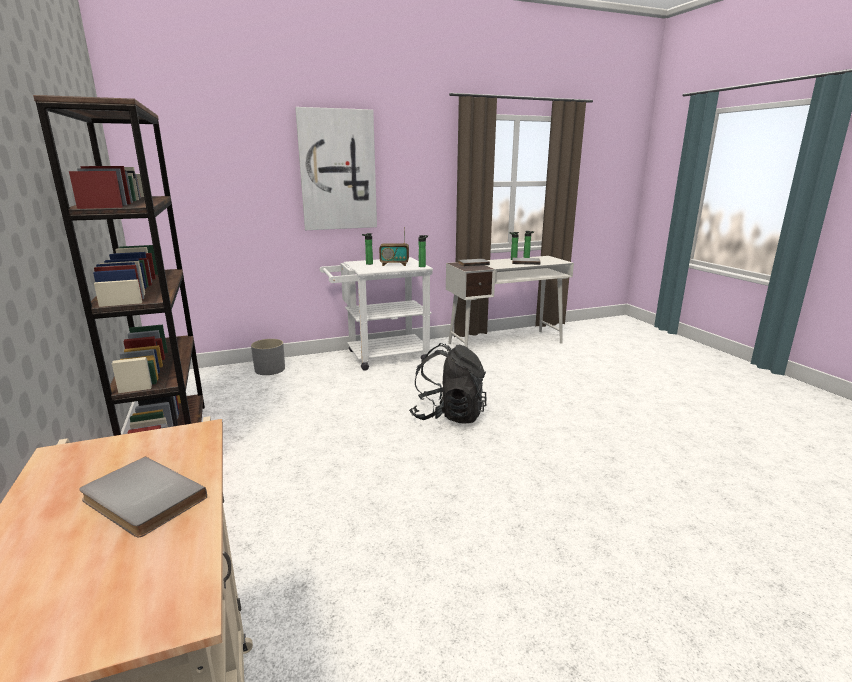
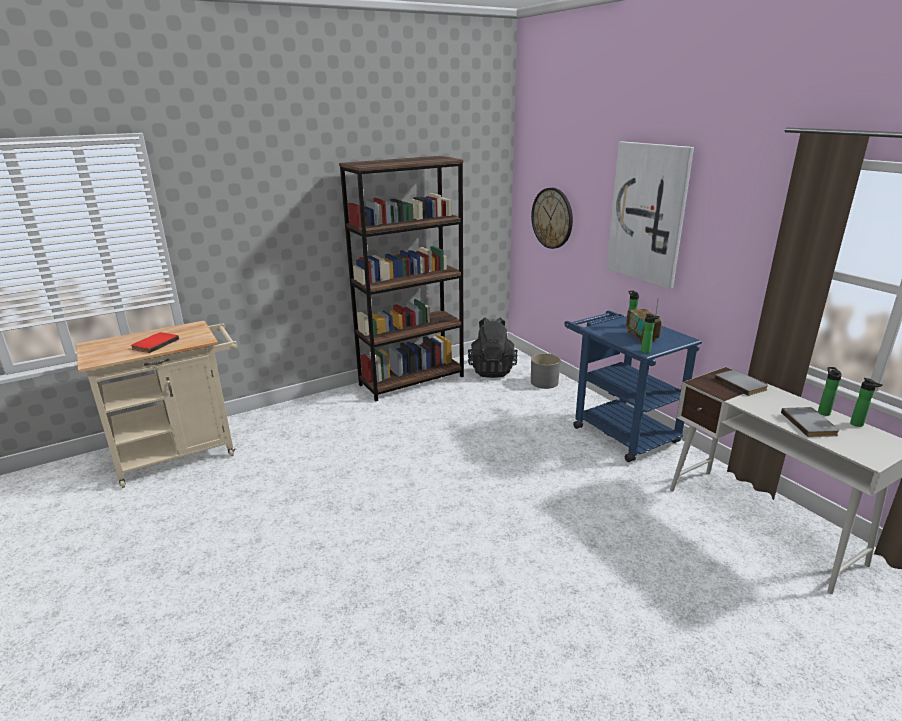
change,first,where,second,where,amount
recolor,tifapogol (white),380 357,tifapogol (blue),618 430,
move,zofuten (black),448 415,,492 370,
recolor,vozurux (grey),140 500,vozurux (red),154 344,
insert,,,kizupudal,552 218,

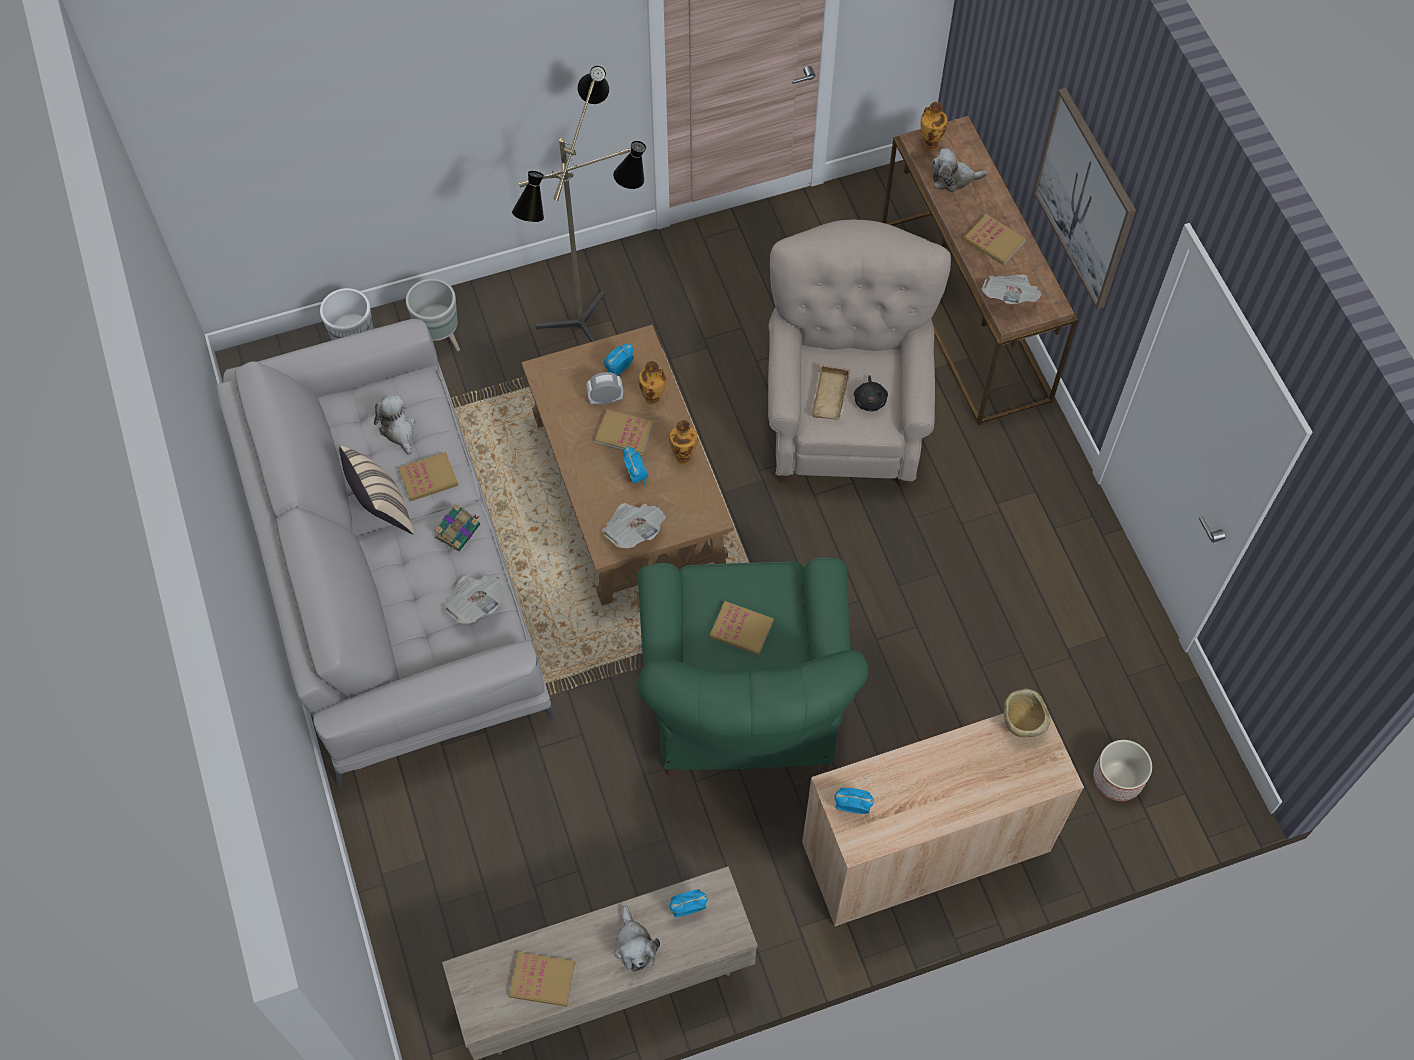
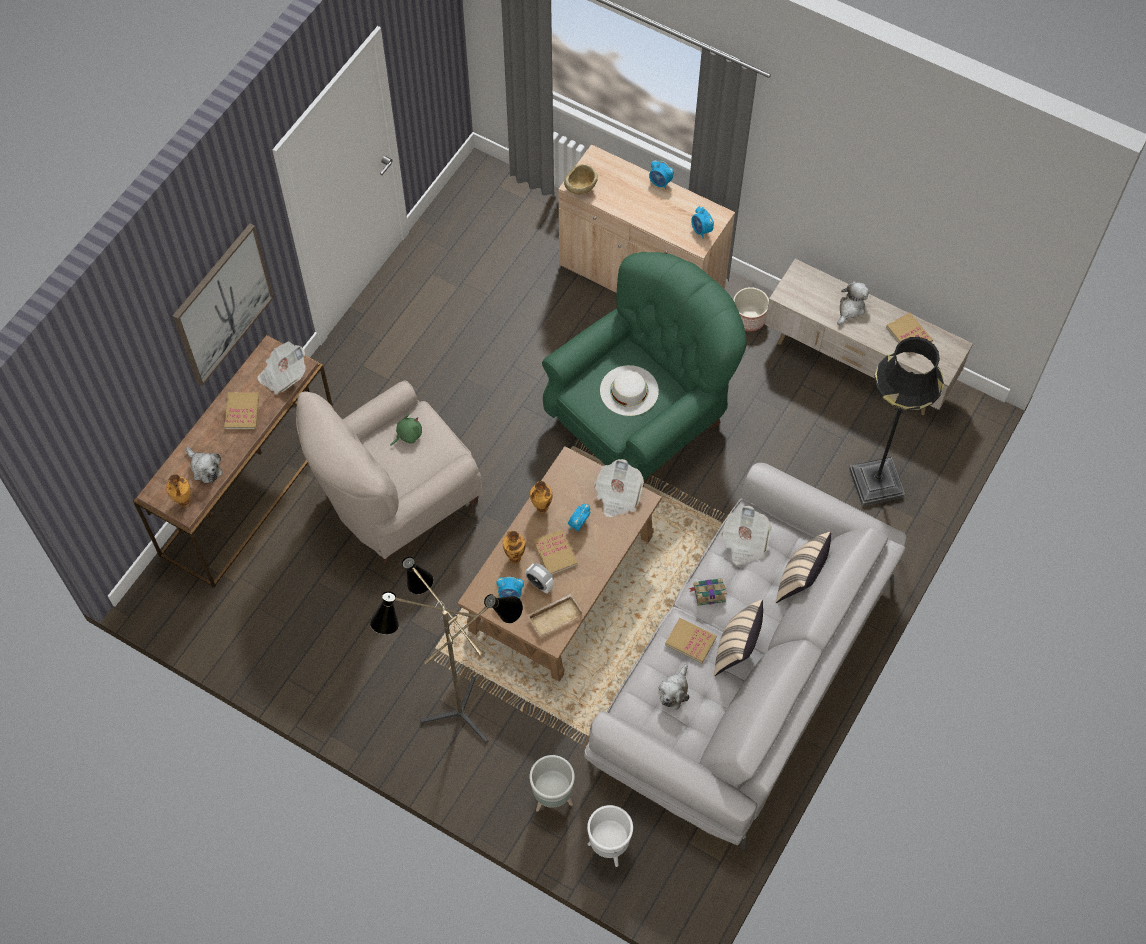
change,first,where,second,where,amount
move,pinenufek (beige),832 397,,555 616,
recolor,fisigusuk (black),870 400,fisigusuk (green),407 435,
replace,vozurux,741 629,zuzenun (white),629 390,
move,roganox,1118 777,,748 317,
move,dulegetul,687 908,,660 183,
insert,,,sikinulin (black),876 483,
insert,,,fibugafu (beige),800 581,

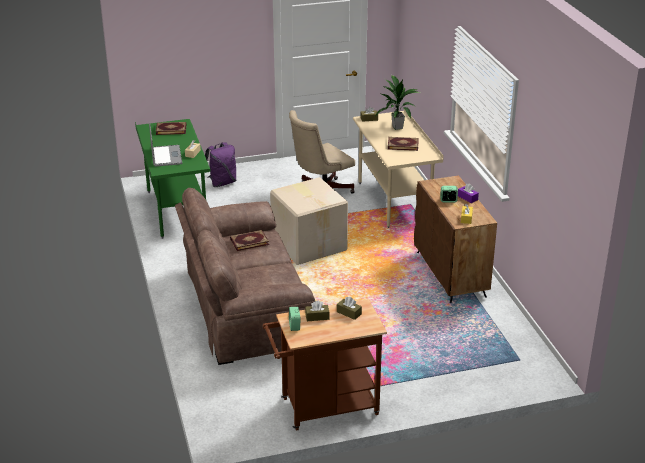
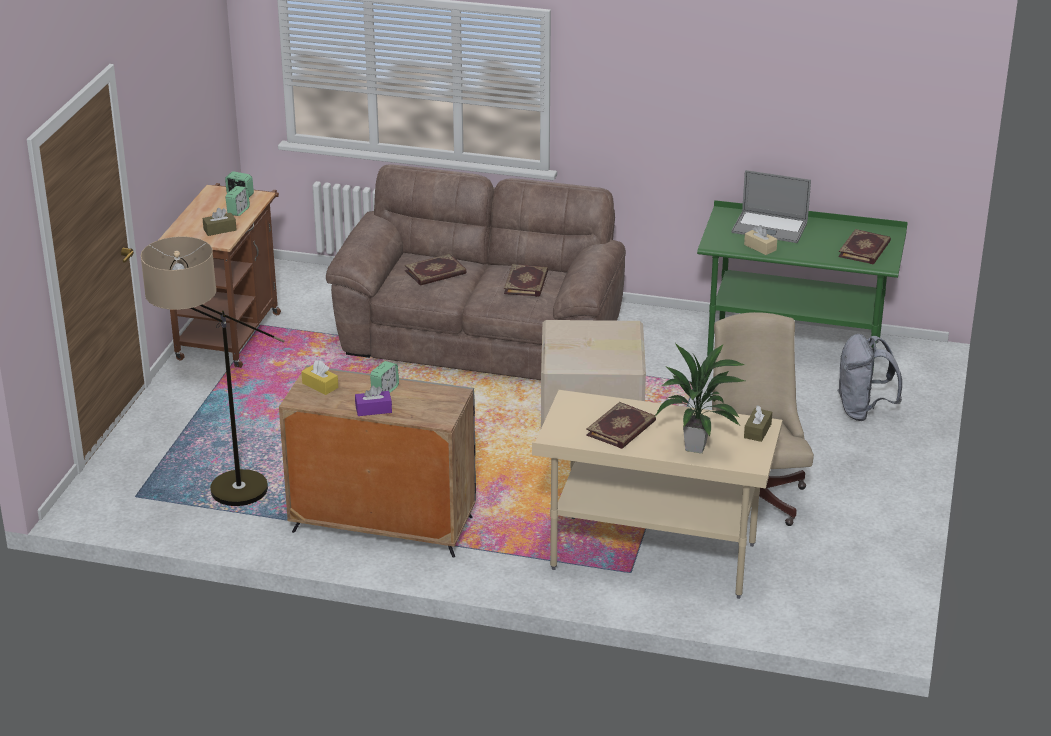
change,first,where,second,where,amount
recolor,zofuten (purple),222 183,zofuten (grey),863 411,
recolor,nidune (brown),451 274,nidune (grey),381 525,
replace,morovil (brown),317 317,dulegetul,238 211,
insert,,,sikinulin,219 499,
insert,,,vozurux,436 273,

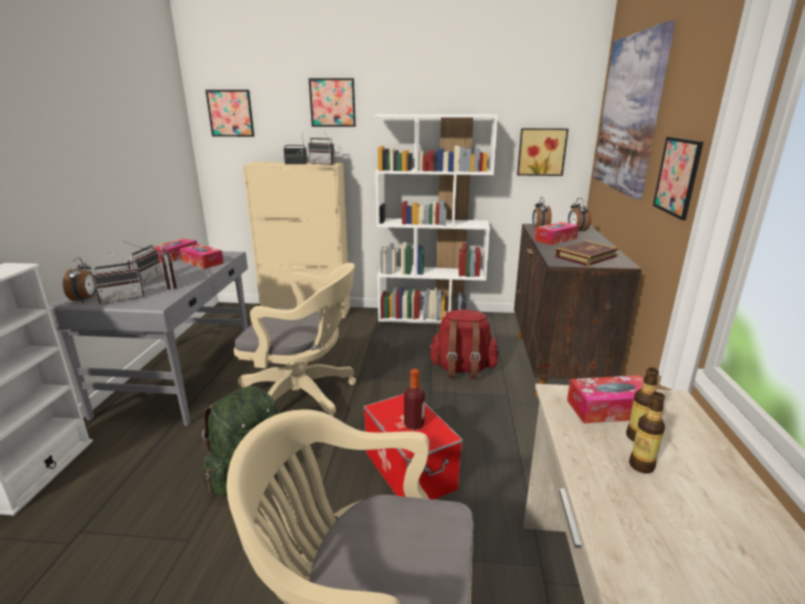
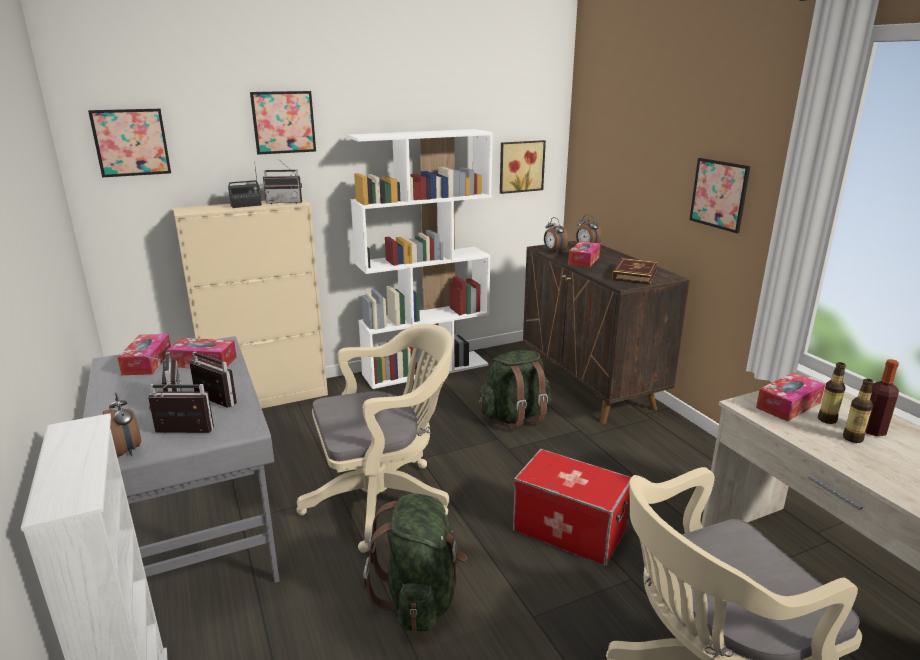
change,first,where,second,where,amount
delete,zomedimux,629 114,,,
rotate,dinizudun,122 298,,181 434,120 degrees counterclockwise
recolor,zofuten (red),462 369,zofuten (green),515 417,
move,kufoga,414 425,,873 431,

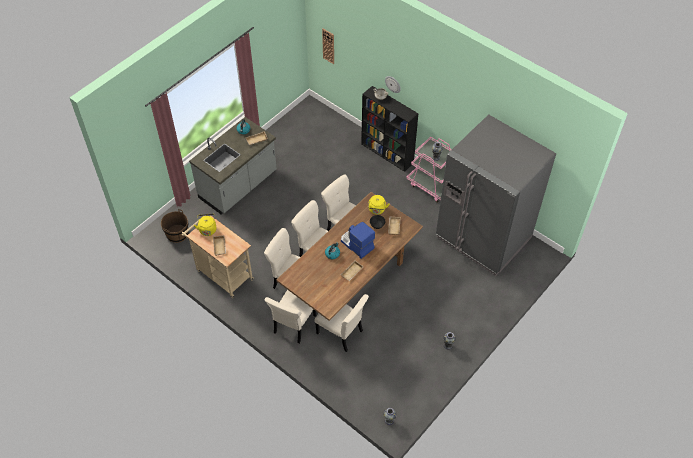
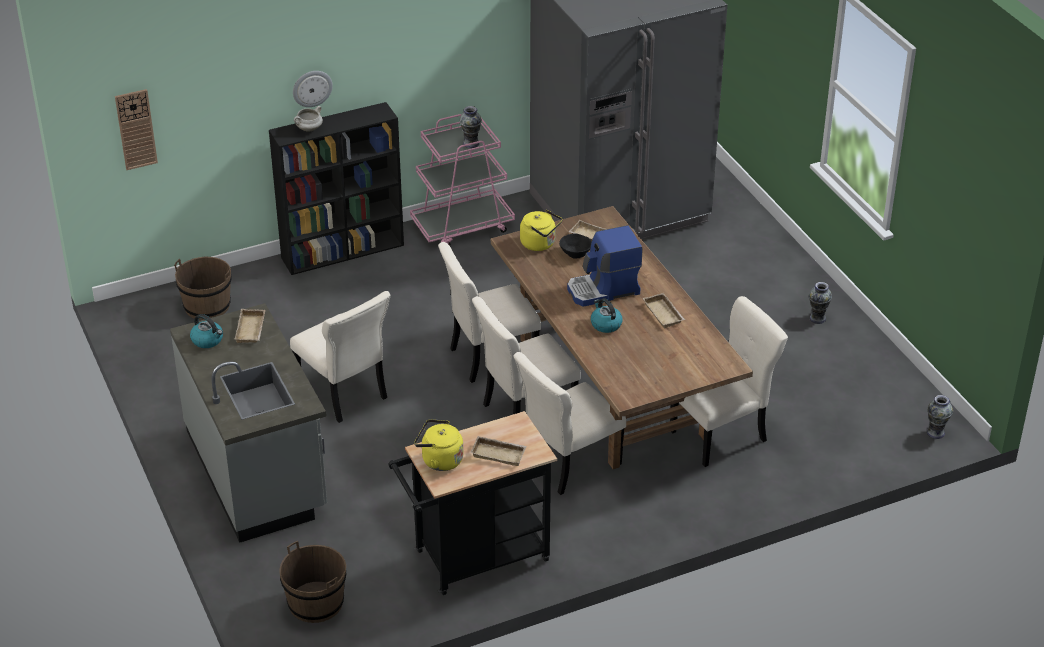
change,first,where,second,where,amount
recolor,tifapogol (beige),222 273,tifapogol (black),474 559,
move,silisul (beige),293 325,,344 394,
insert,,,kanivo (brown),207 306,

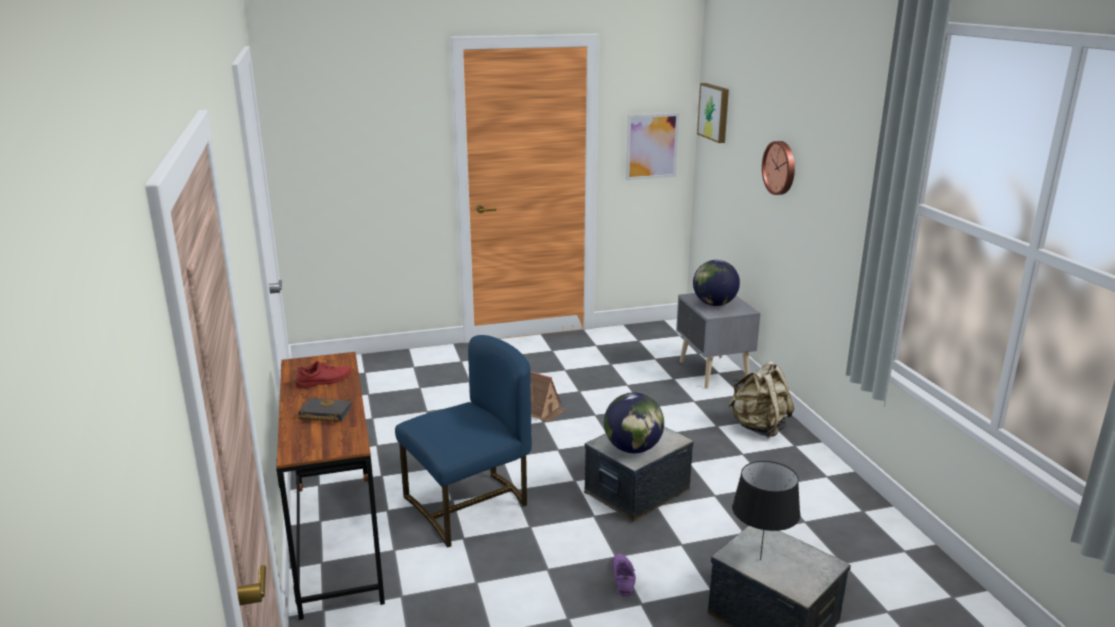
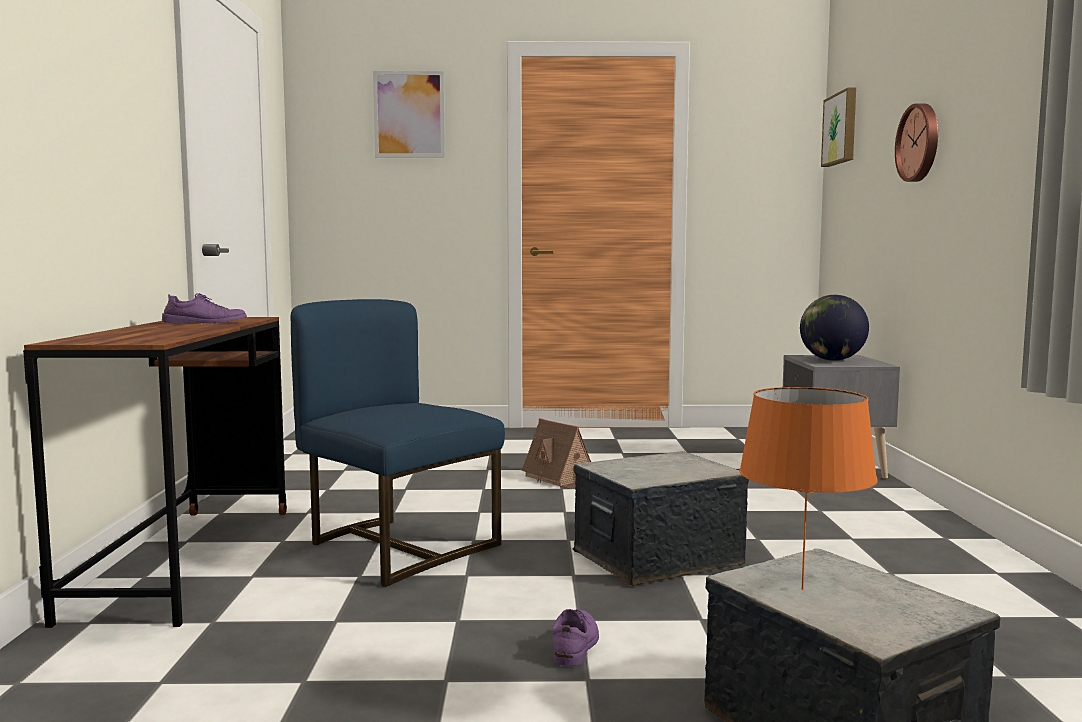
change,first,where,second,where,amount
move,zomedimux,651 146,,409 114,
rotate,silisul (blue),469 505,,397 547,120 degrees counterclockwise
recolor,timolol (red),324 381,timolol (purple),204 322,
delete,zofuten (beige),759 428,,,
delete,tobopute,633 449,,,
delete,vozurux (black),324 414,,,
recolor,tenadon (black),760 559,tenadon (orange),803 589,

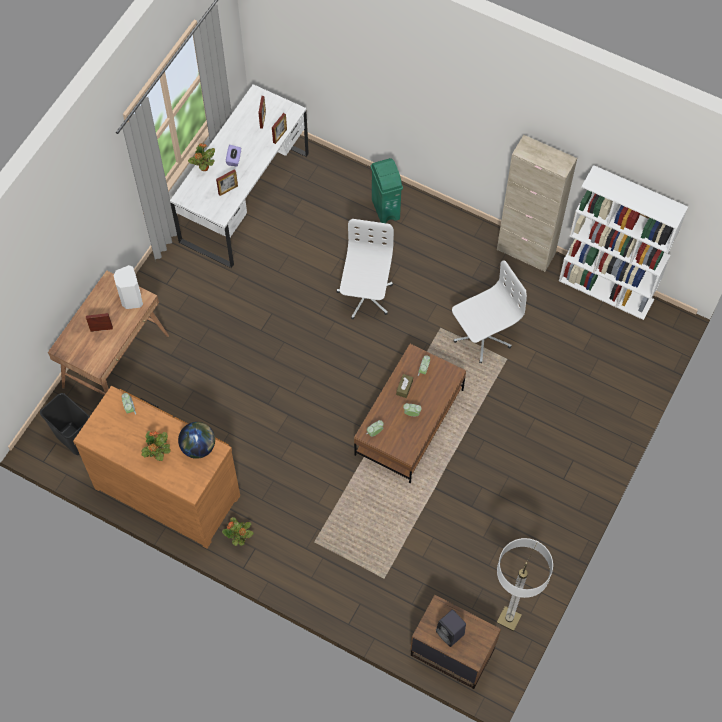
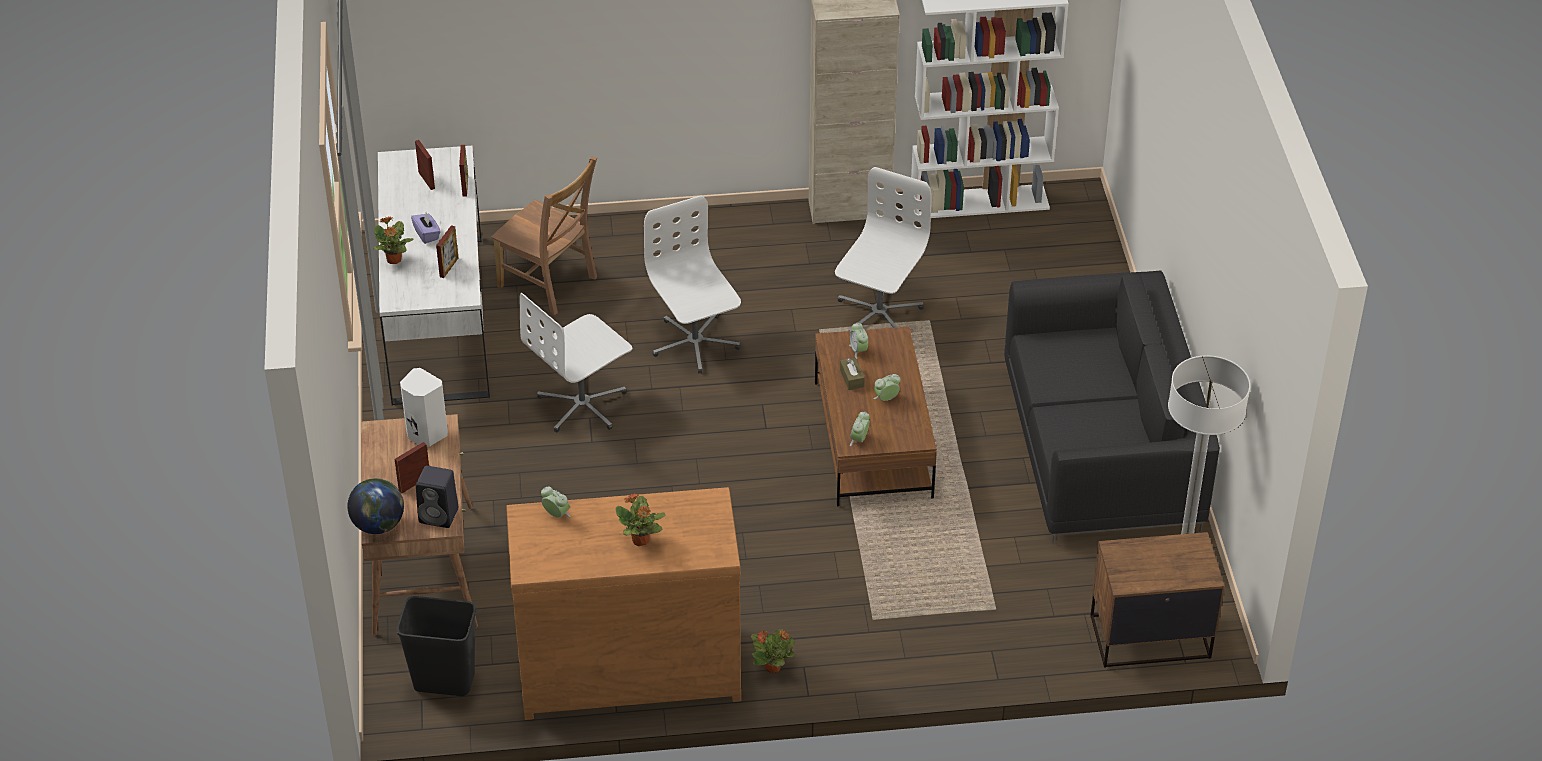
change,first,where,second,where,amount
delete,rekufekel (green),385 209,,,
move,tobopute,198 447,,378 525,
move,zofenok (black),451 633,,440 515,
insert,,,silisul (brown),550 284,
insert,,,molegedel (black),1103 446,
insert,,,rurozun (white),583 405,

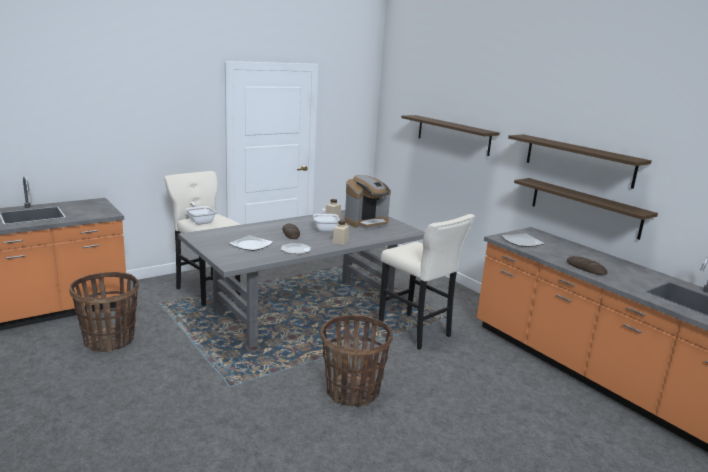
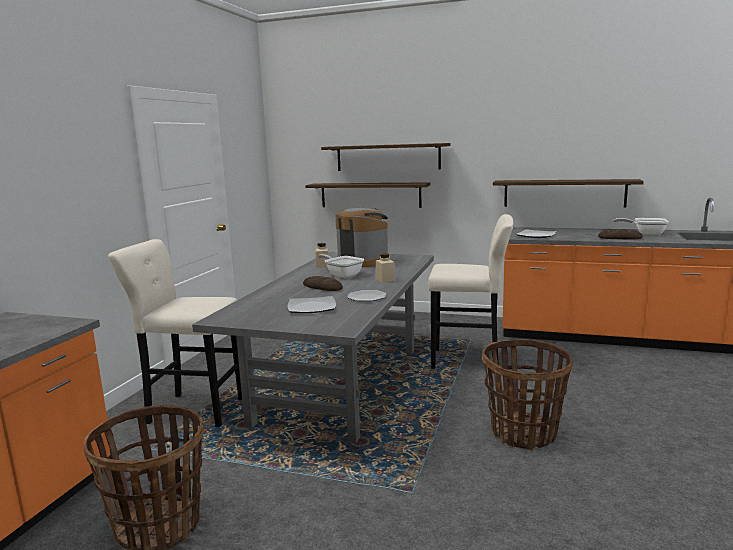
change,first,where,second,where,amount
move,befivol,578 160,,370 195,
rotate,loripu,366 222,,363 261,60 degrees counterclockwise
move,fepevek,200 221,,645 234,

